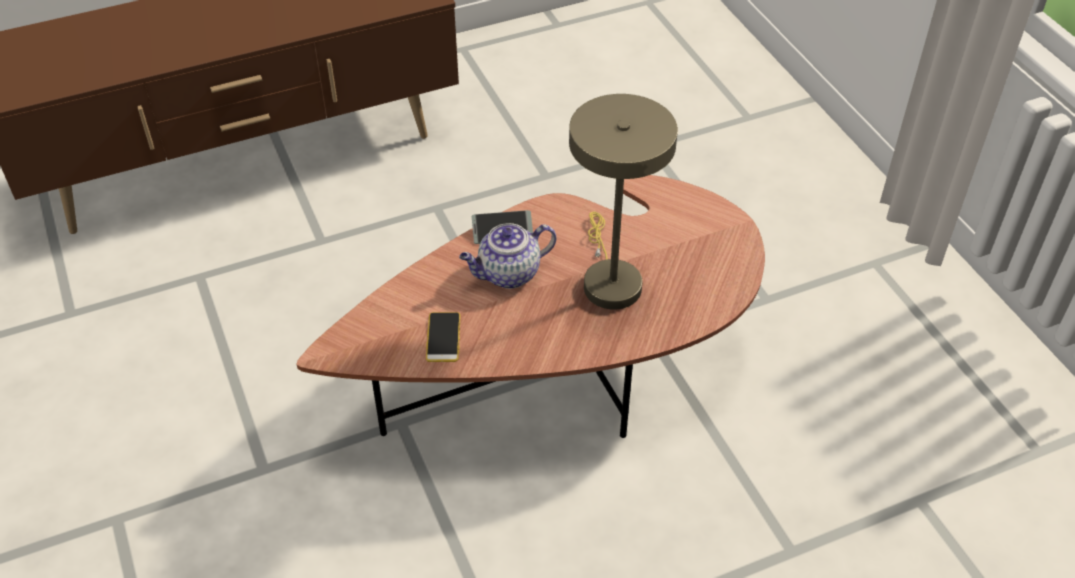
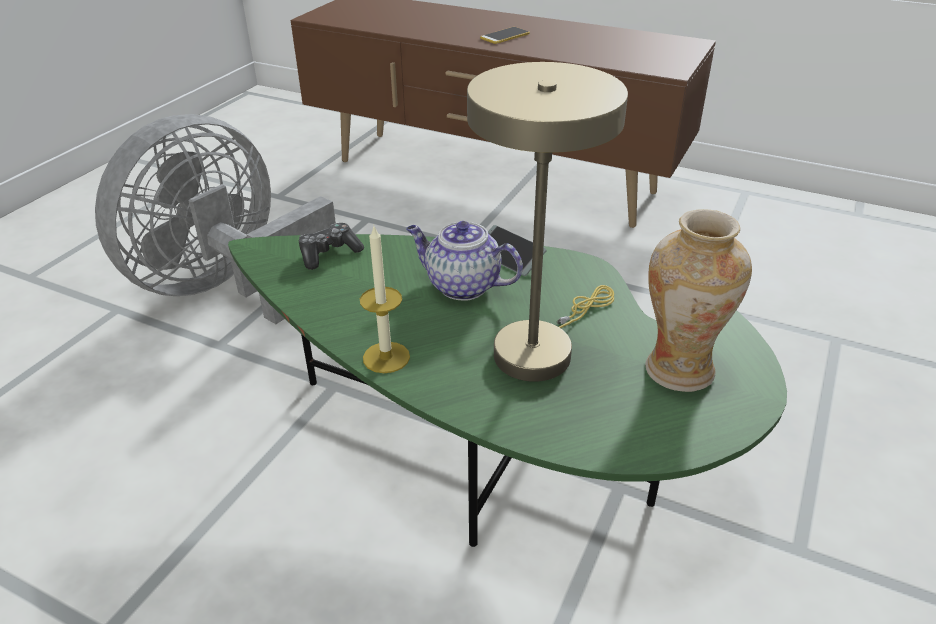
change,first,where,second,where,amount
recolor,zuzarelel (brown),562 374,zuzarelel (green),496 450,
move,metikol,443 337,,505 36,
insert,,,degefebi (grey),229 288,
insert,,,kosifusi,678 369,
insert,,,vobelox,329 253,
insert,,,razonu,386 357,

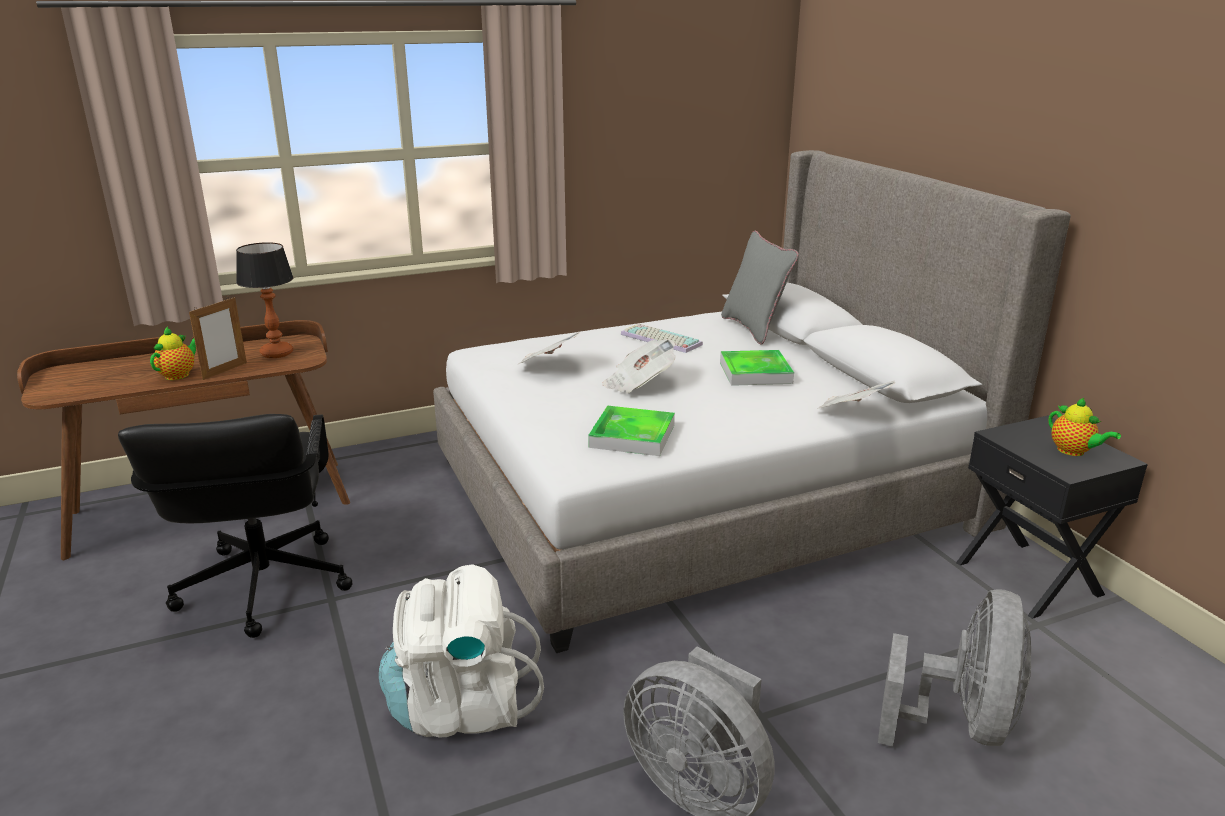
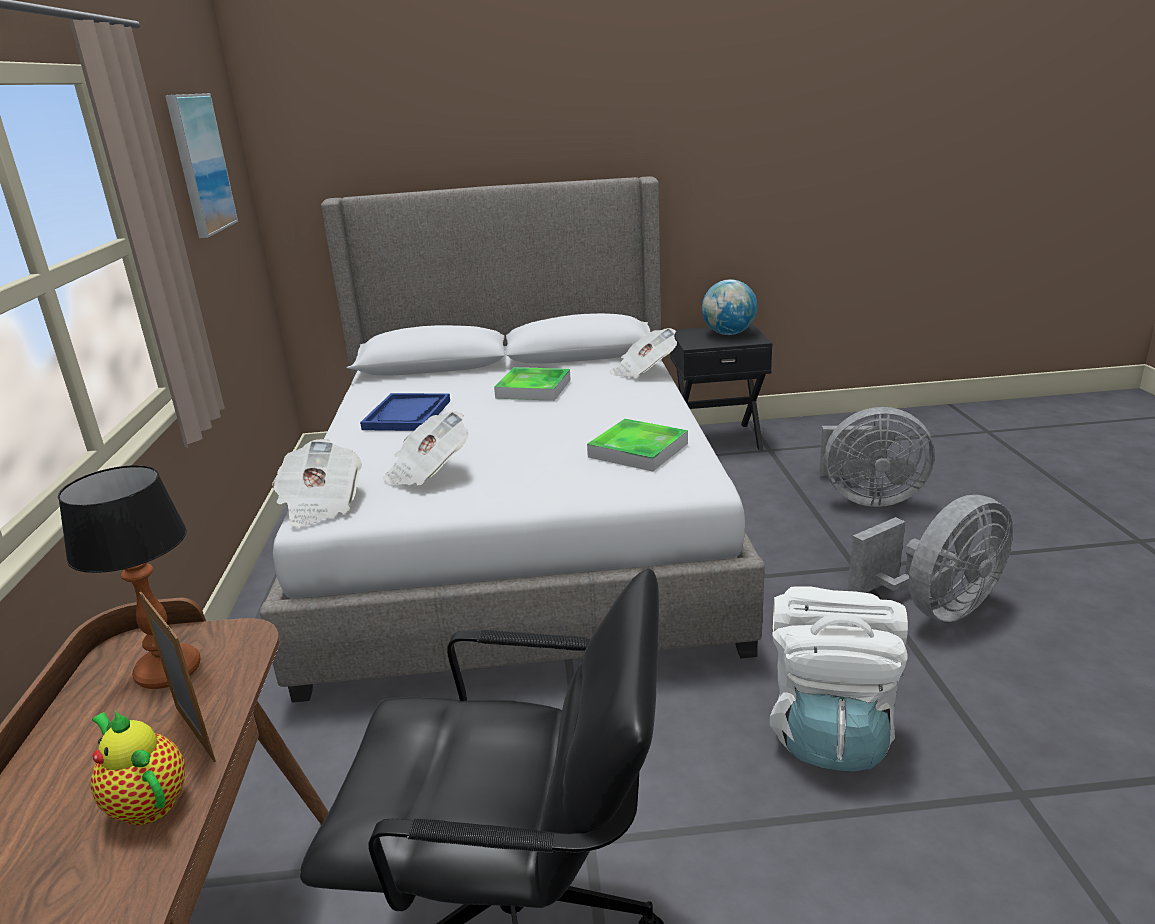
change,first,where,second,where,amount
delete,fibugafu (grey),754 329,,,
replace,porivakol,659 339,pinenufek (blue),407 415,
move,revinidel,639 384,,320 505,
replace,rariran,1073 451,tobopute,728 334,
rotate,degefebi (grey),960 723,,867 498,150 degrees clockwise
insert,,,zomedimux,200 164,

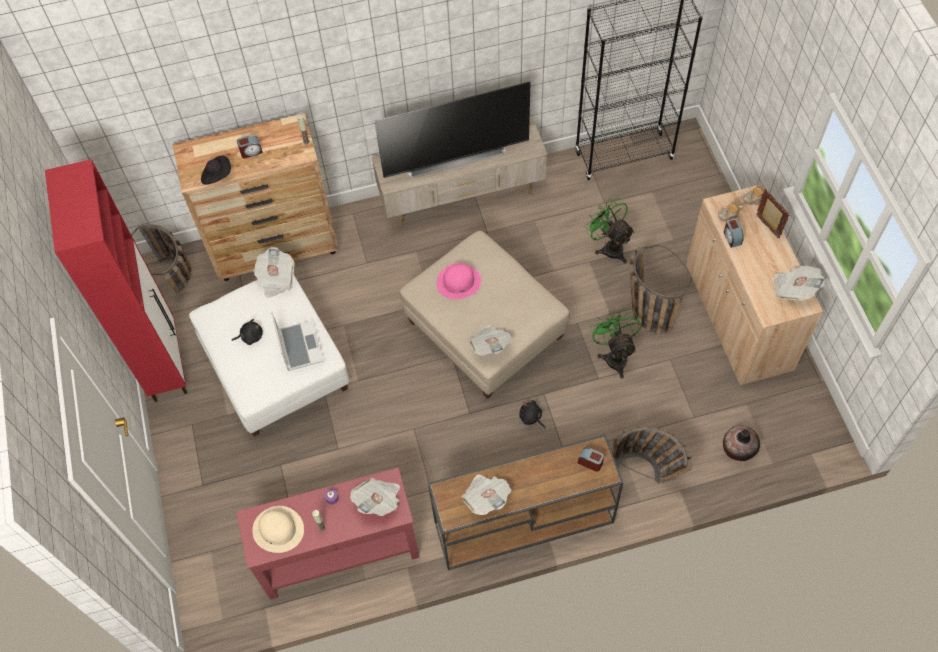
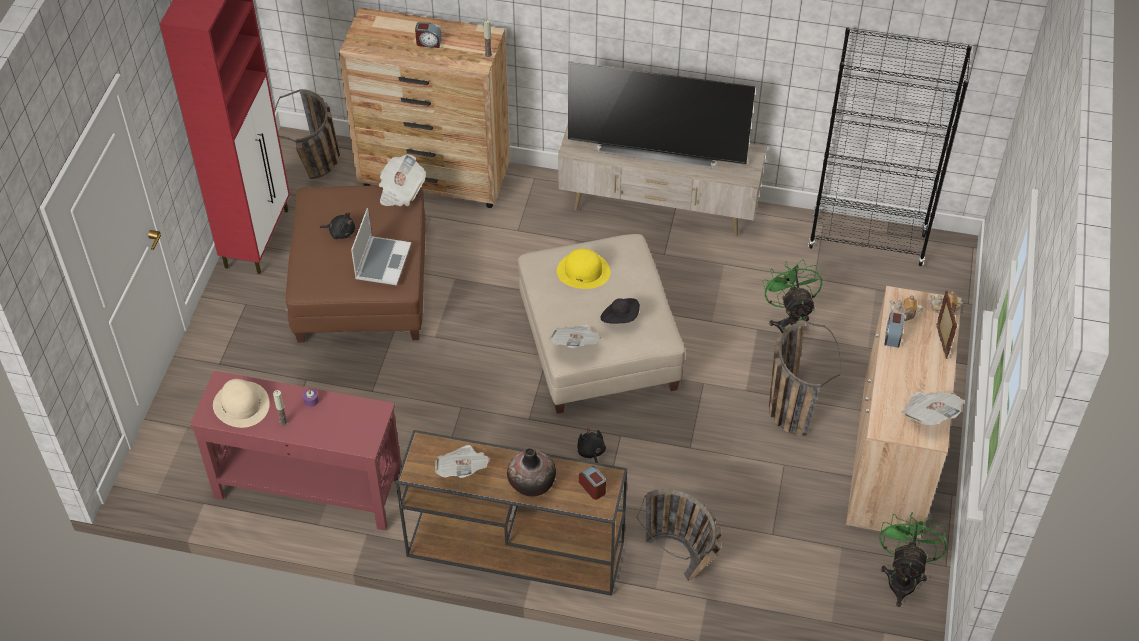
change,first,where,second,where,amount
move,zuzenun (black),217 176,,620 318,
recolor,zuzenun (pink),459 281,zuzenun (yellow),583 271,
recolor,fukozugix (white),275 366,fukozugix (brown),361 287,
move,degefebi (green),614 355,,903 577,
move,kosifusi,738 449,,531 483,
delete,revinidel,378 501,,,

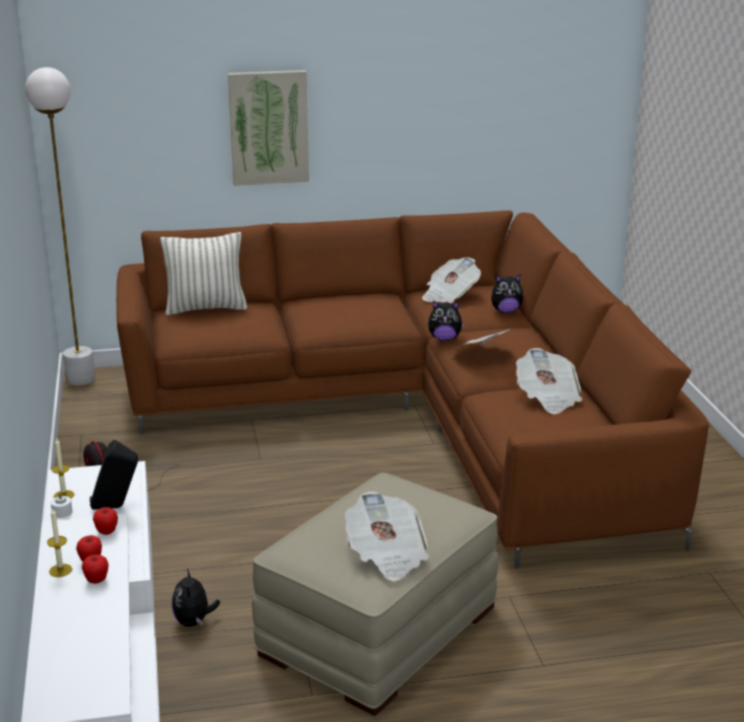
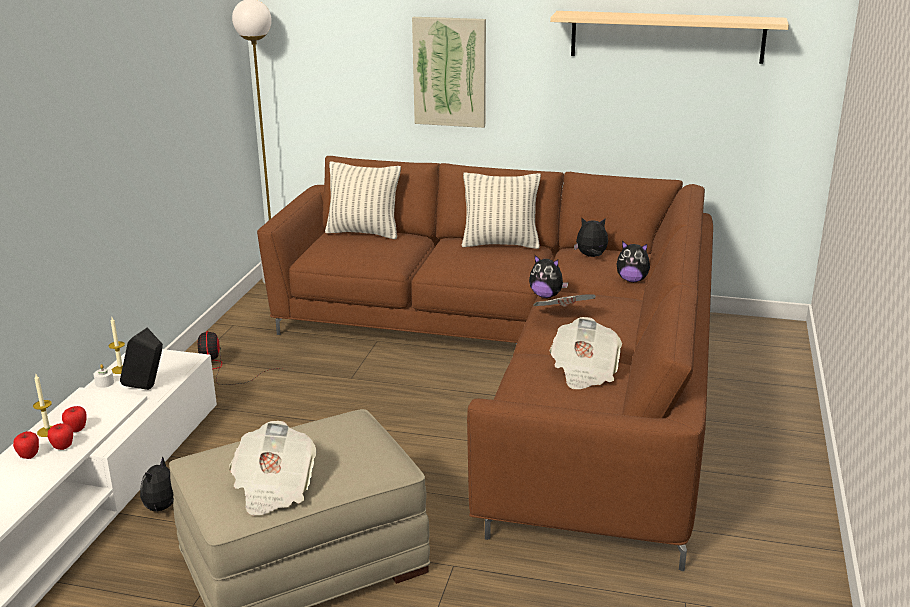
change,first,where,second,where,amount
replace,revinidel,449 295,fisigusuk,591 256,
move,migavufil,106 532,,29 456,
insert,,,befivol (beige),666 36,
insert,,,fibugafu,500 244,

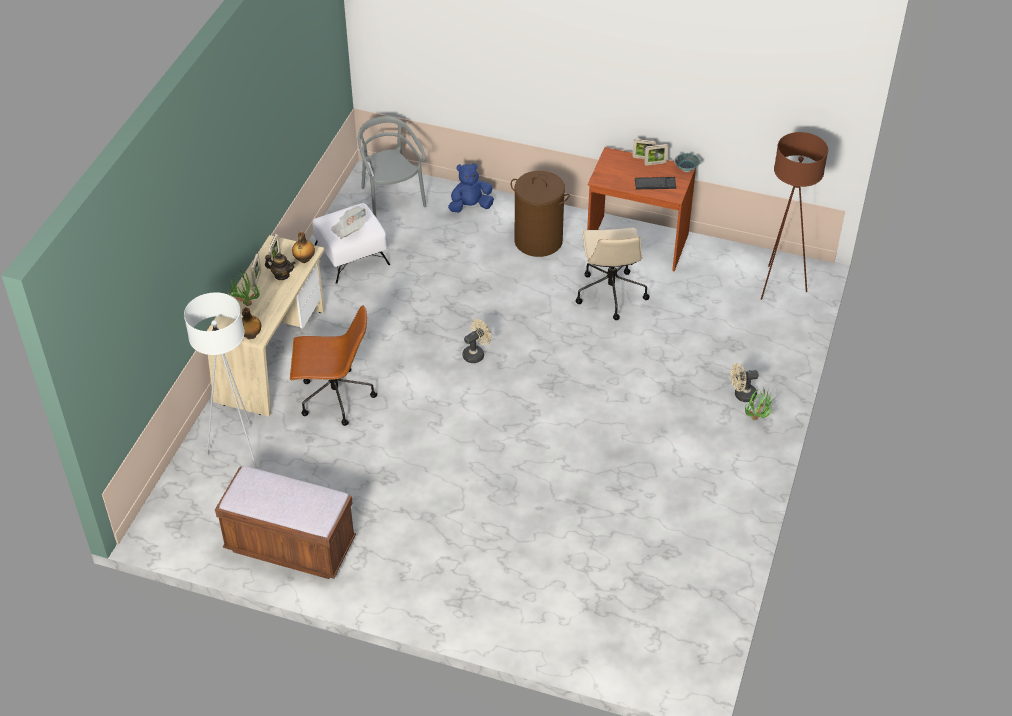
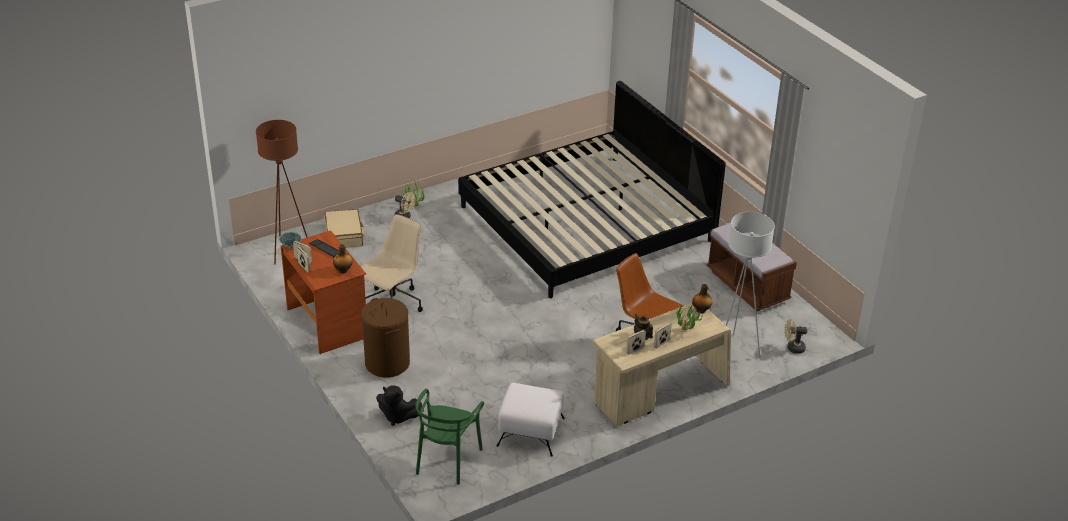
change,first,where,second,where,amount
recolor,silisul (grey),391 199,silisul (green),447 460,
recolor,fisigusuk (blue),470 206,fisigusuk (black),398 417,
delete,revinidel,349 229,,,
move,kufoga,304 260,,343 270,
move,degefebi (beige),476 354,,792 348,
insert,,,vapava,586 223,
insert,,,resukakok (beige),344 235,

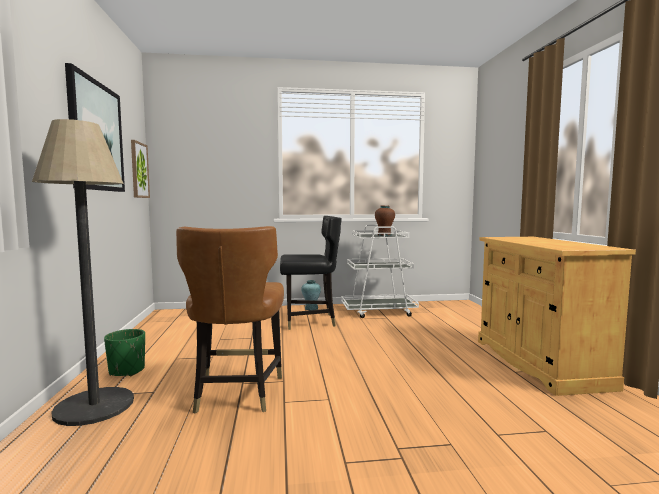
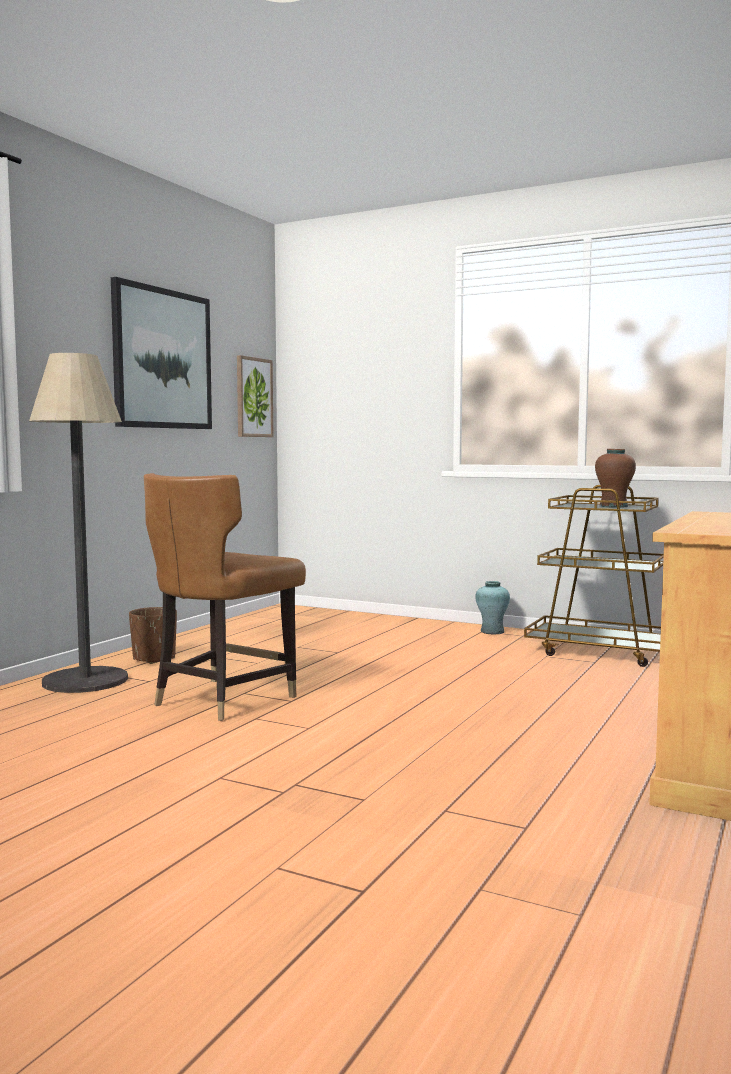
change,first,where,second,where,amount
delete,silisul (black),309 321,,,
recolor,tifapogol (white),378 311,tifapogol (brown),600 652,
recolor,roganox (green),127 371,roganox (brown),154 658,

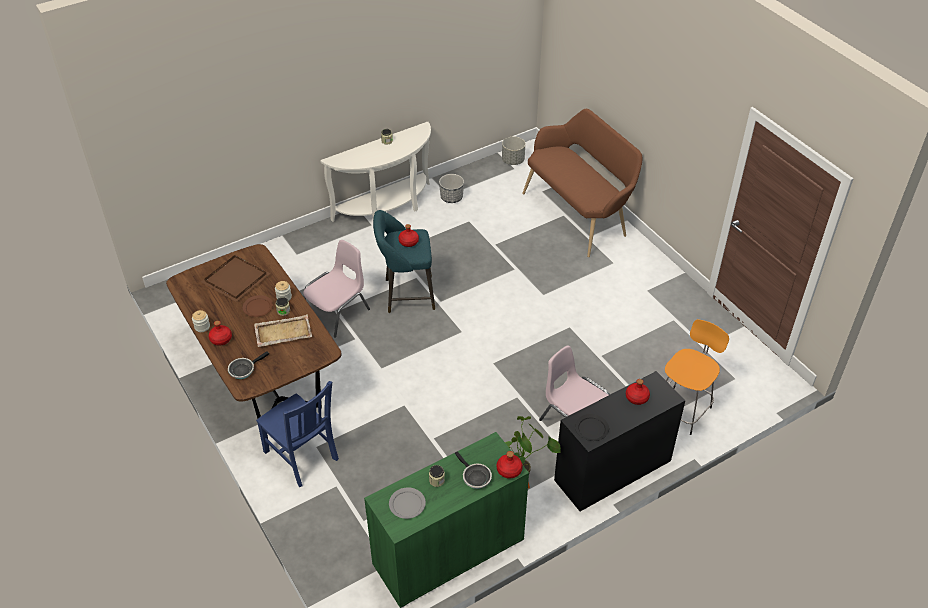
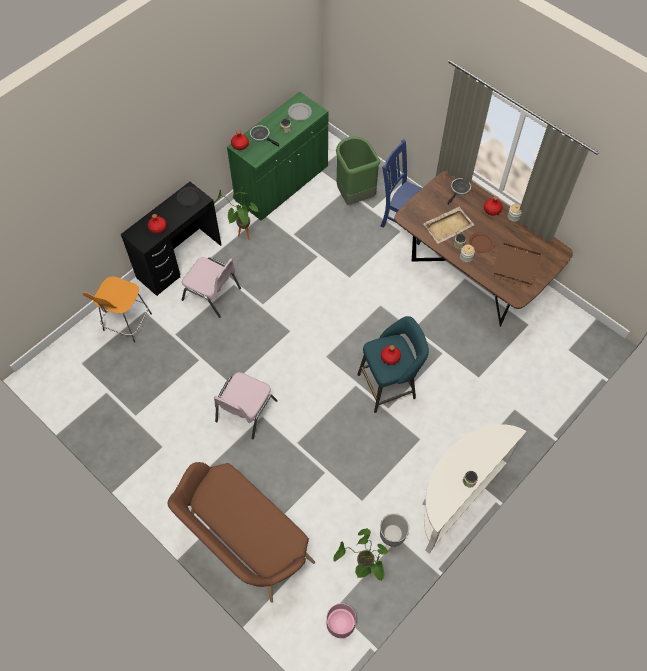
change,first,where,second,where,amount
recolor,roganox (grey),513 160,roganox (pink),340 624,
move,silisul (pink),337 312,,245 411,
insert,,,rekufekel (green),354 195,
insert,,,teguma,362 570,

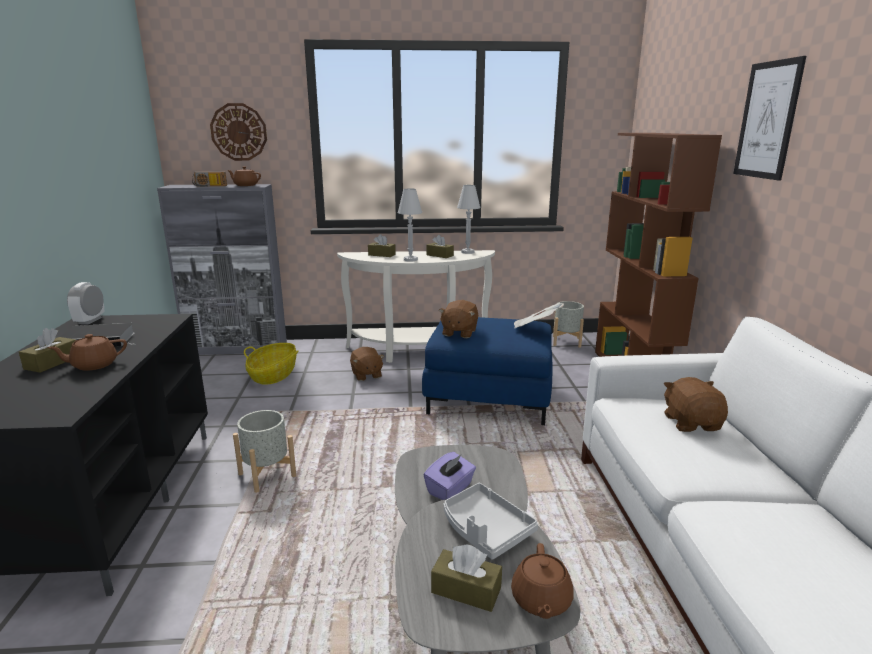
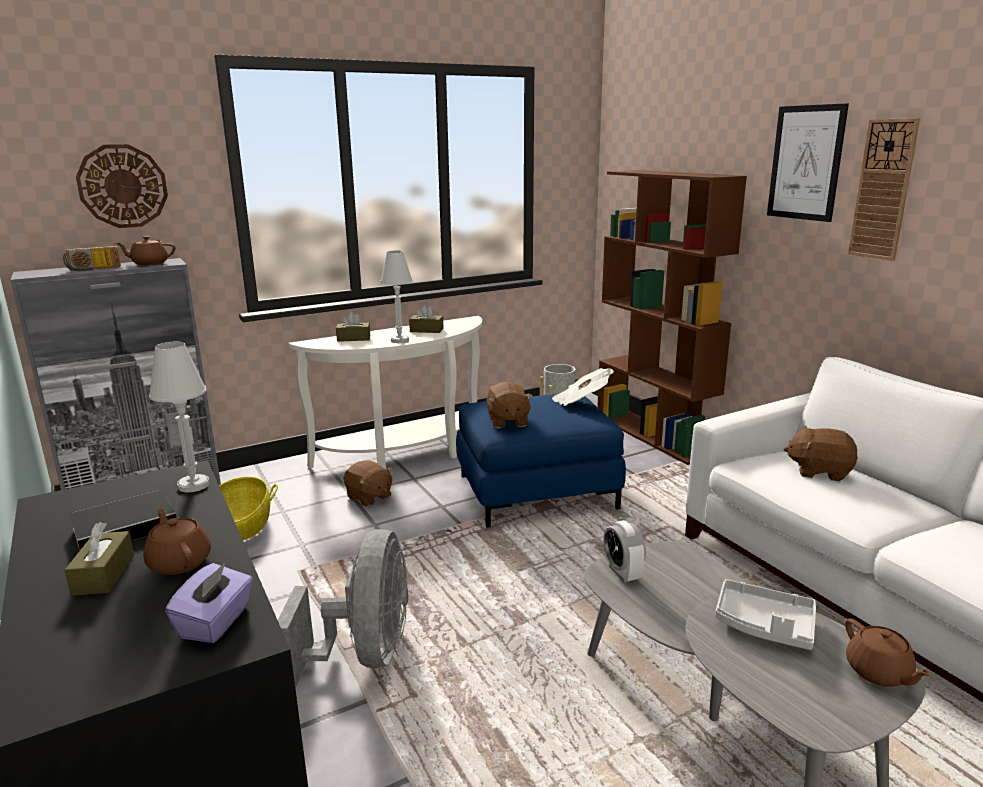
change,first,where,second,where,amount
move,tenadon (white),467 252,,193 485,
move,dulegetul,90 321,,622 573,
rotate,rariran (brown),94 365,,179 562,105 degrees clockwise
rotate,fisigusuk (brown),691 423,,819 471,45 degrees counterclockwise
replace,roganox (grey),267 475,degefebi (grey),365 654,
move,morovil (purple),450 489,,216 622,
delete,morovil (brown),466 590,,,
insert,,,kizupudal,883 190,

